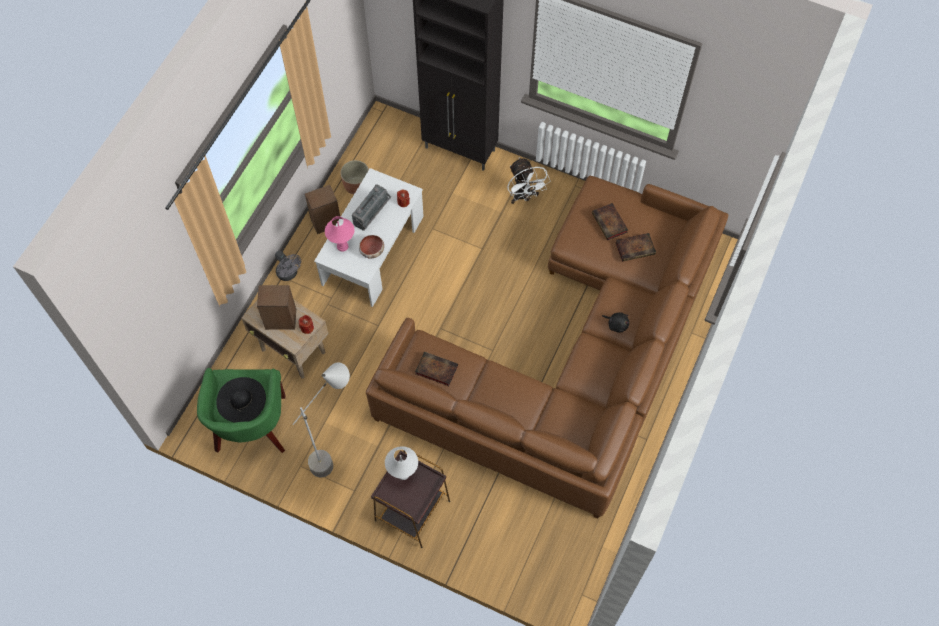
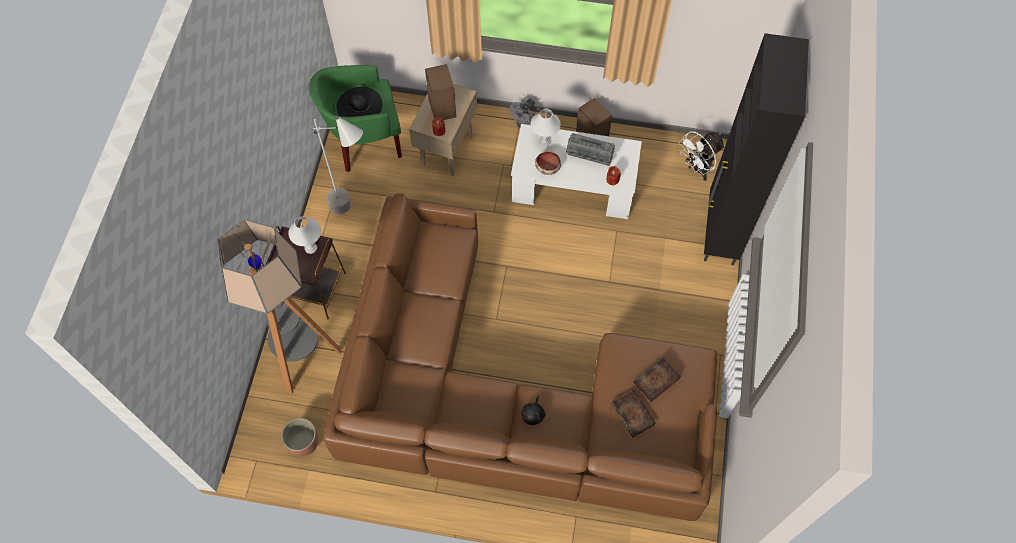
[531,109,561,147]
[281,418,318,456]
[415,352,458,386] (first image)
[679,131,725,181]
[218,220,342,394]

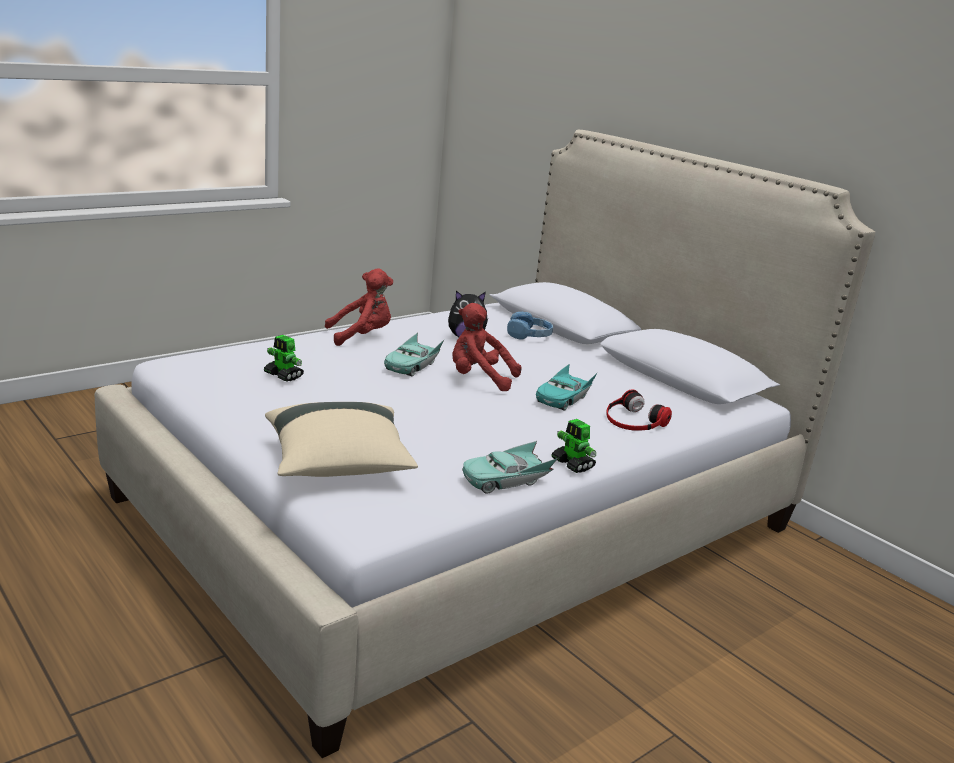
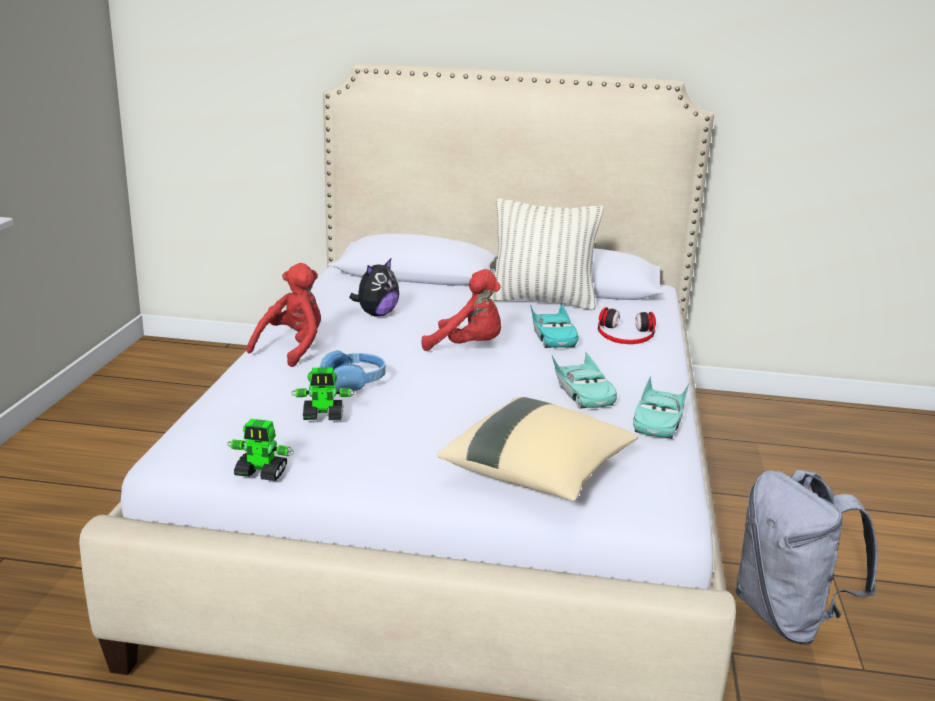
[552,352,617,409]
[422,269,501,351]
[320,350,386,391]
[227,419,294,481]
[490,198,604,310]
[736,470,878,645]

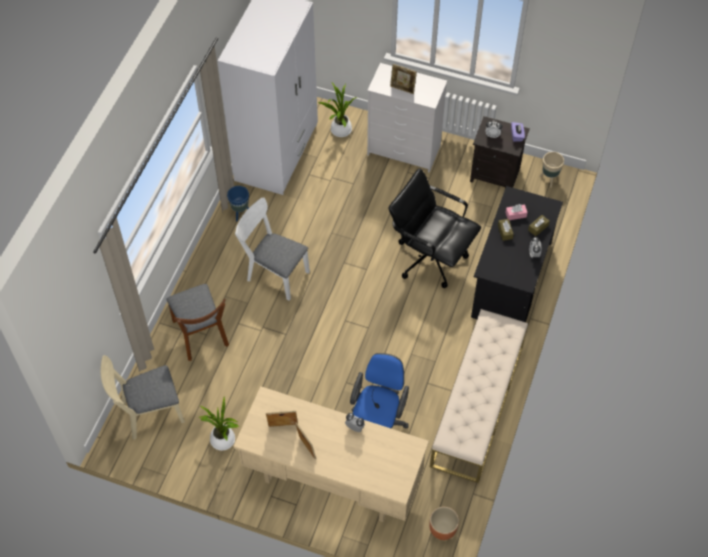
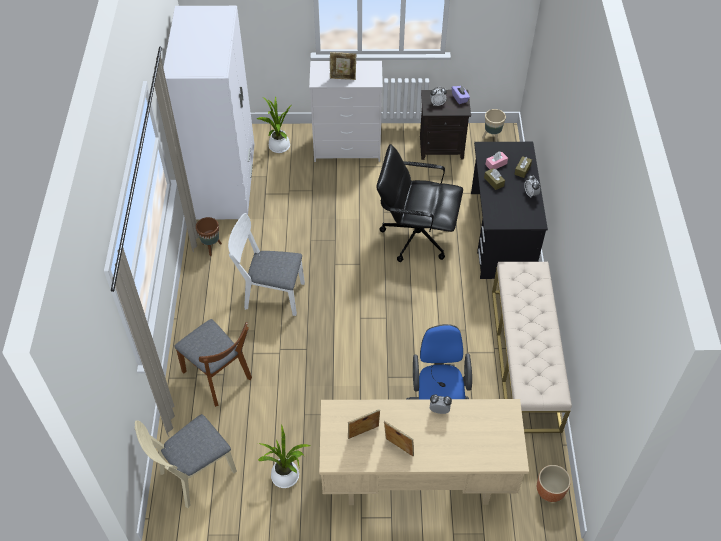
[196,217,222,256]

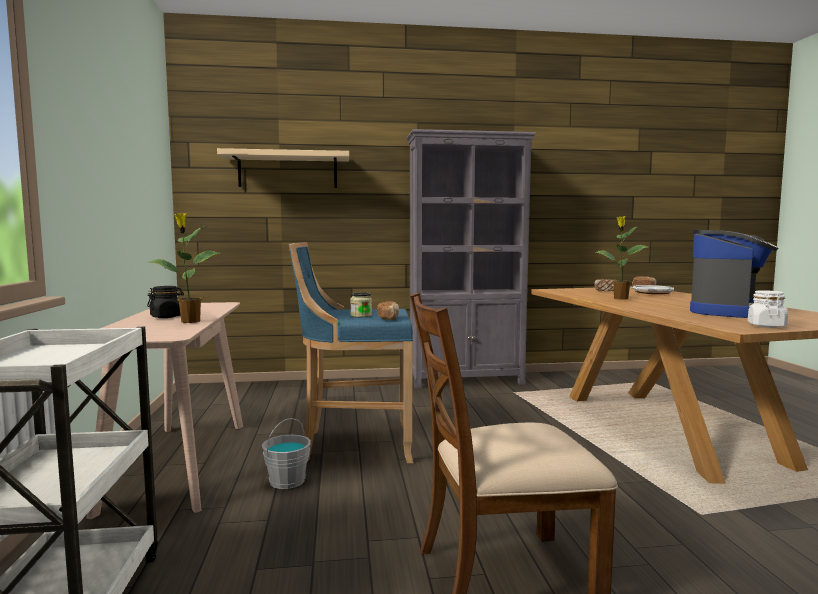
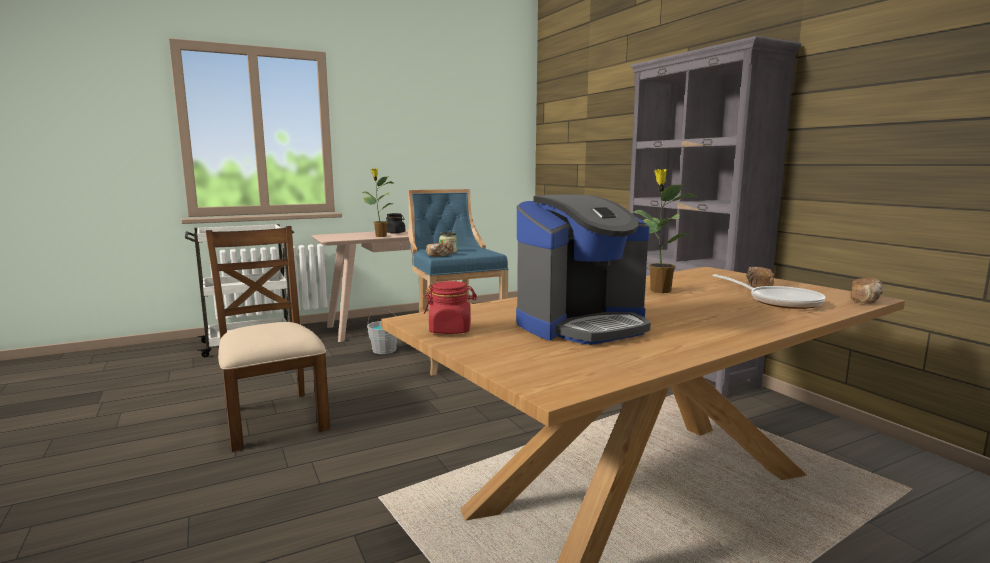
[217,148,349,188] (first image)
[516,195,651,345]
[424,281,477,334]

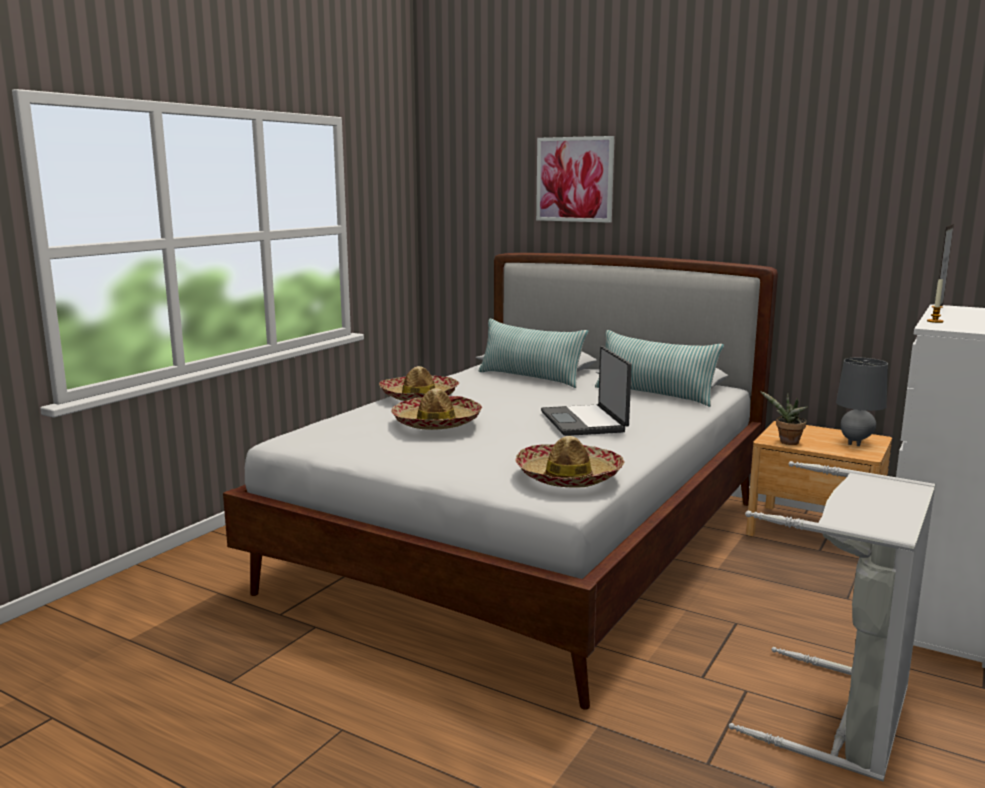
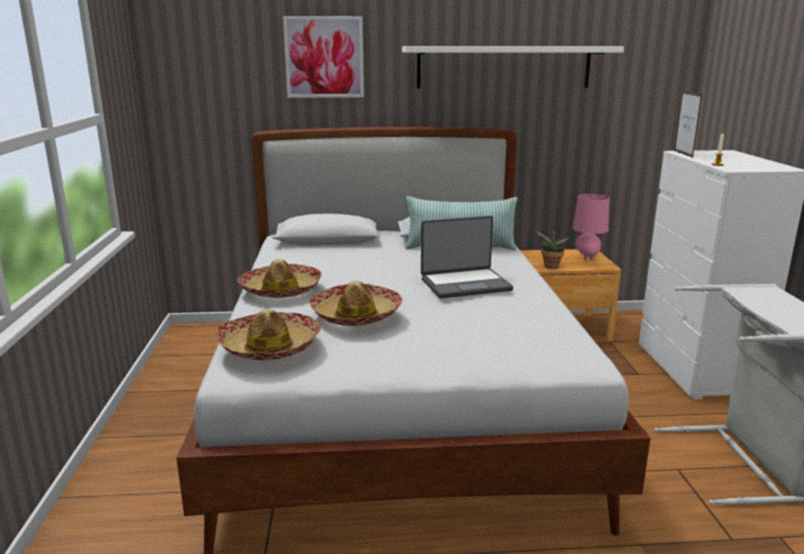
[479,319,588,388] (first image)
[216,309,321,360]
[421,216,513,298]
[573,194,610,260]
[402,46,624,88]

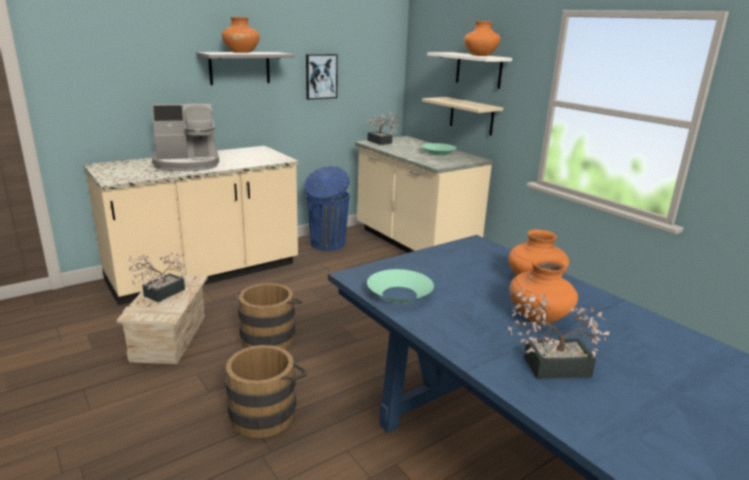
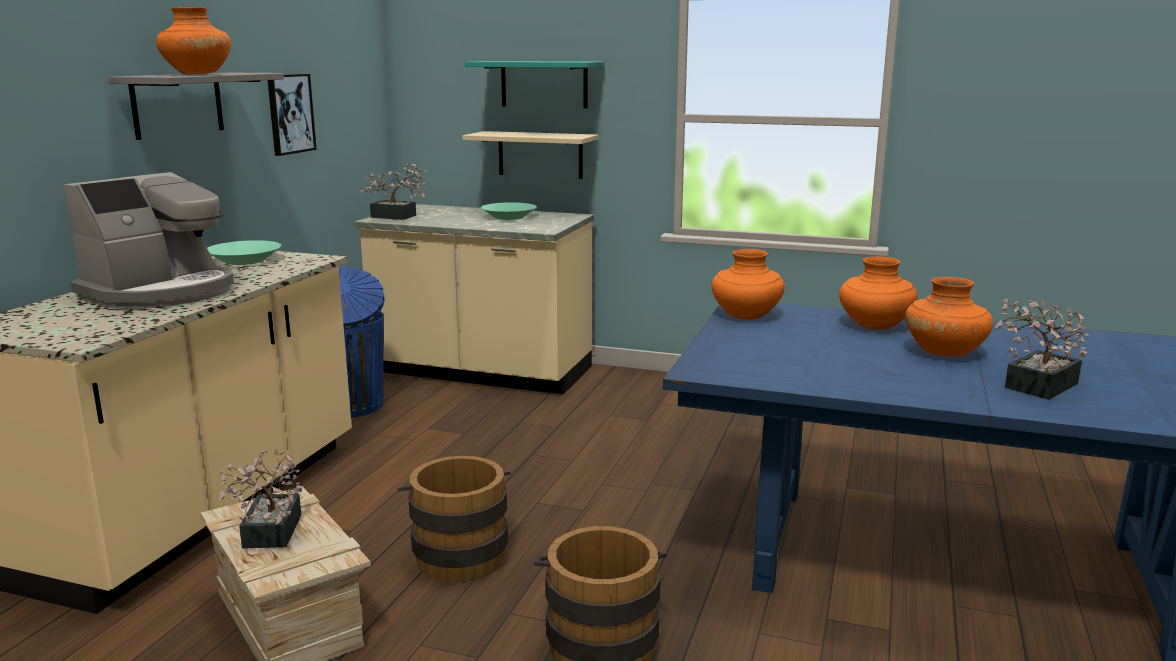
[207,240,281,265]
[464,61,604,108]
[711,249,785,320]

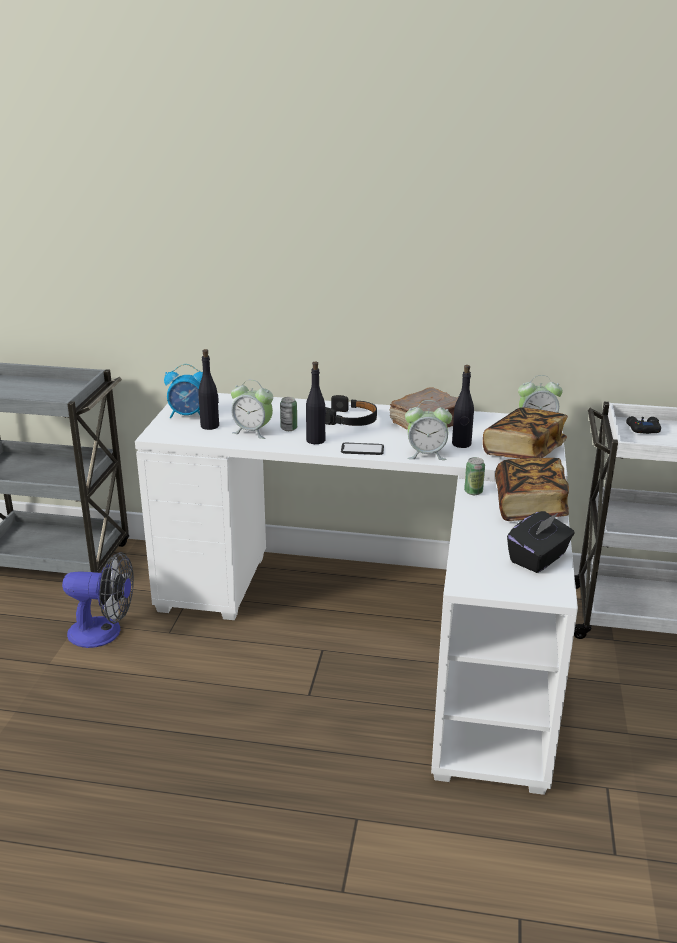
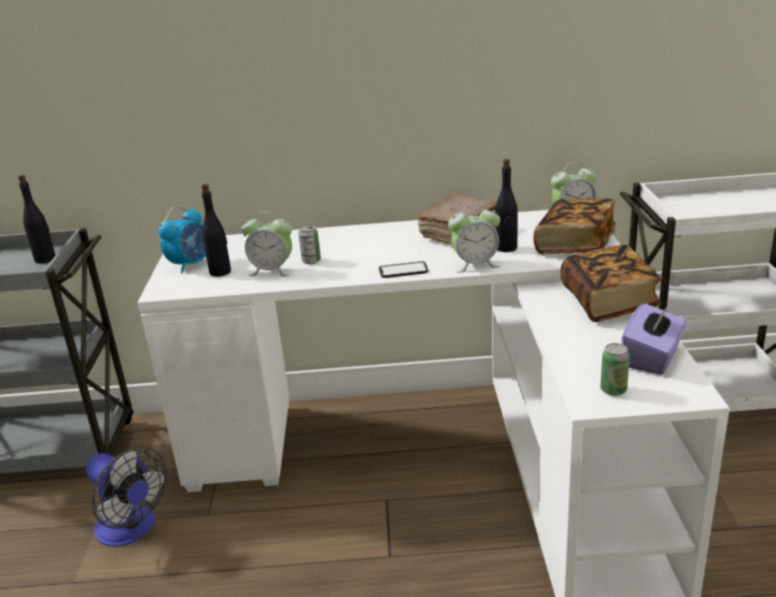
[86,447,167,547]
[158,207,207,274]
[18,175,56,264]
[325,395,377,426] (first image)
[600,343,630,396]
[622,302,687,375]
[626,416,661,434] (first image)

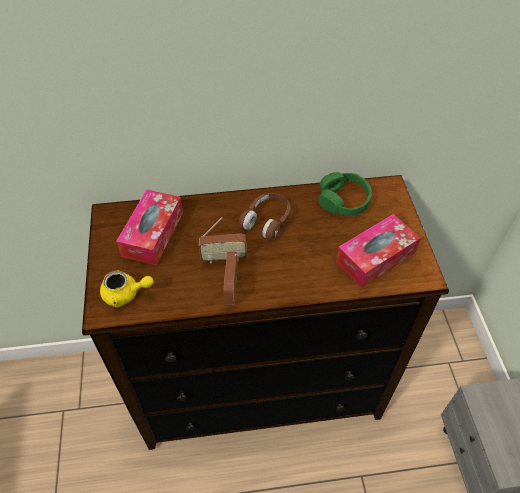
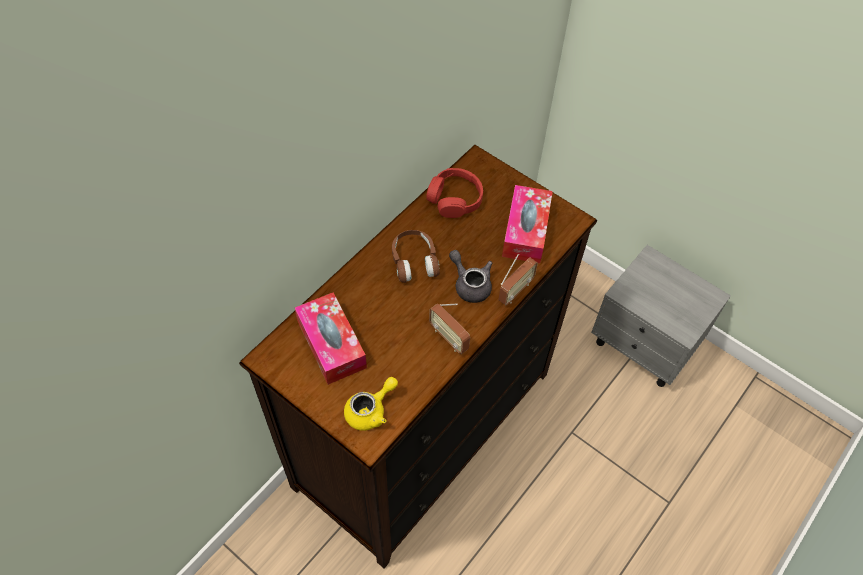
[498,254,538,305]
[426,168,483,218]
[449,250,492,303]

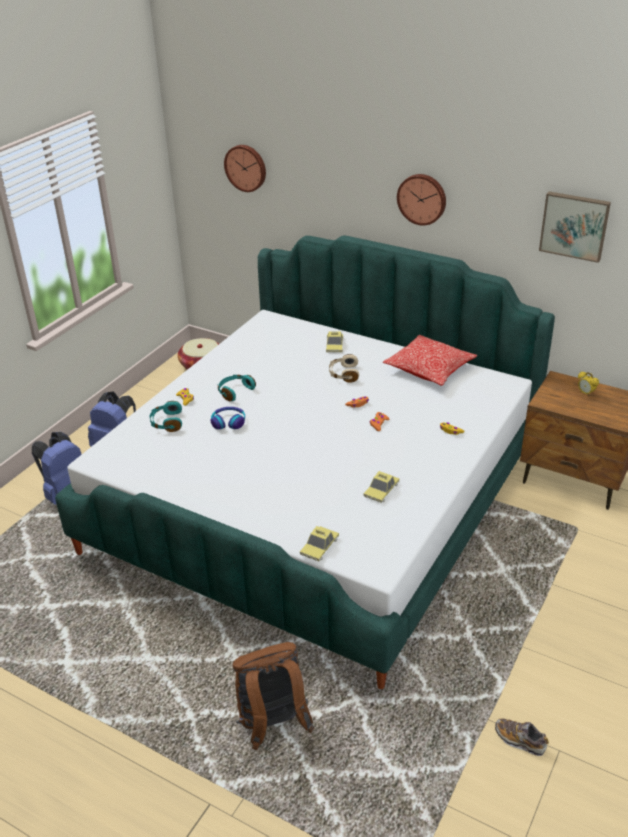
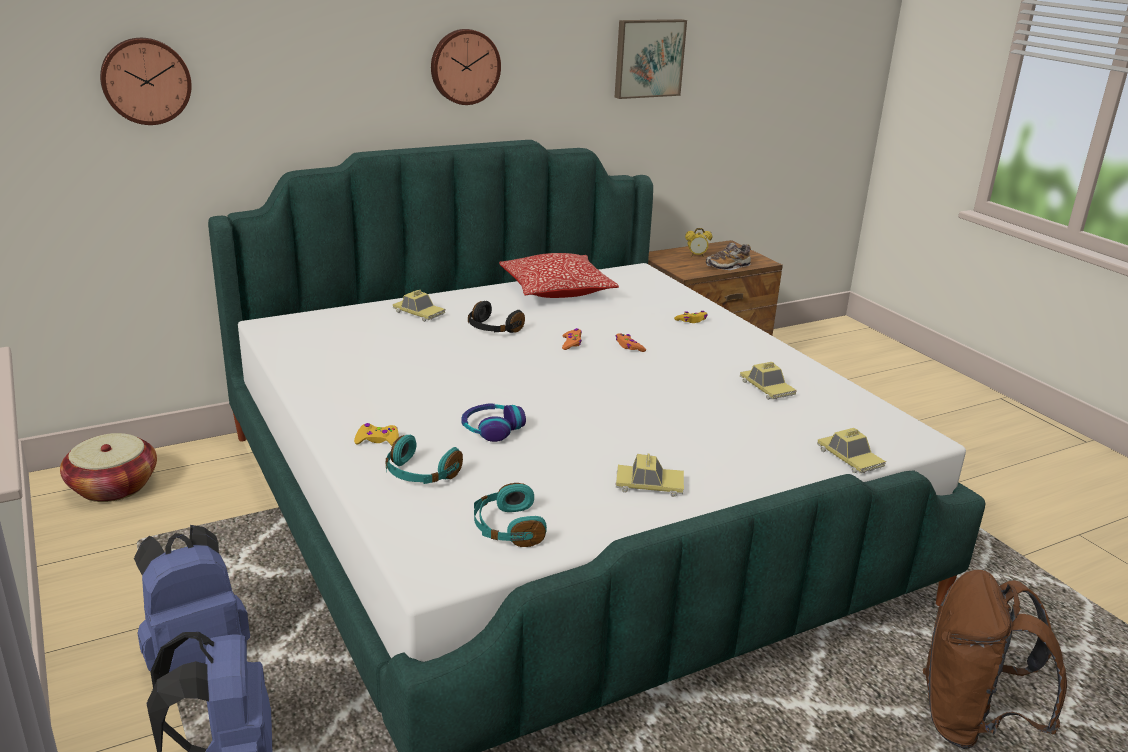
[474,483,547,547]
[468,301,525,333]
[706,243,751,270]
[616,454,684,497]

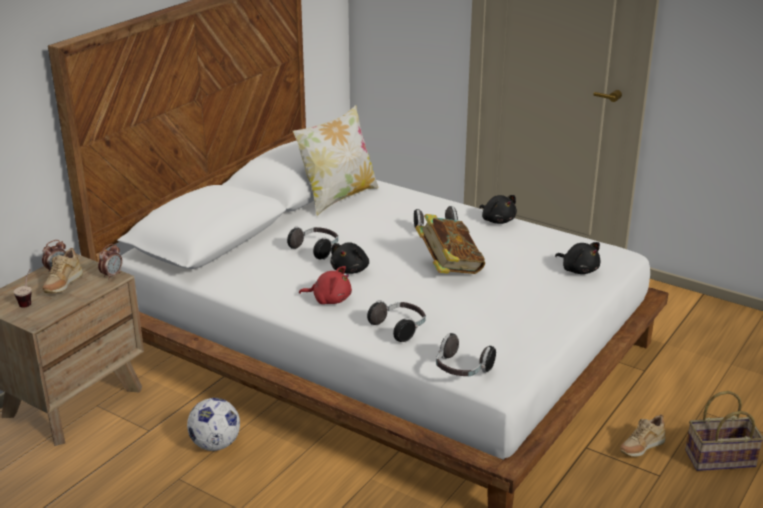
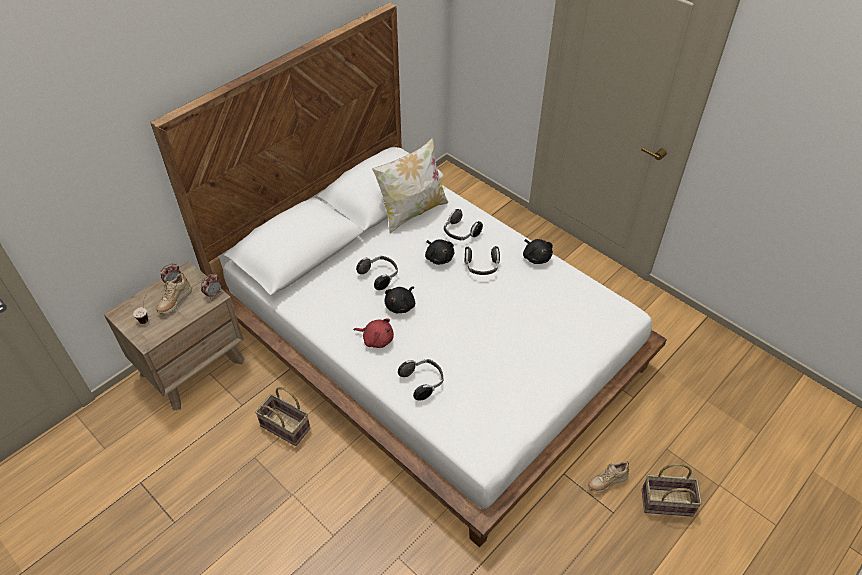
[255,387,310,446]
[415,214,485,274] (first image)
[444,209,483,240]
[425,239,454,265]

